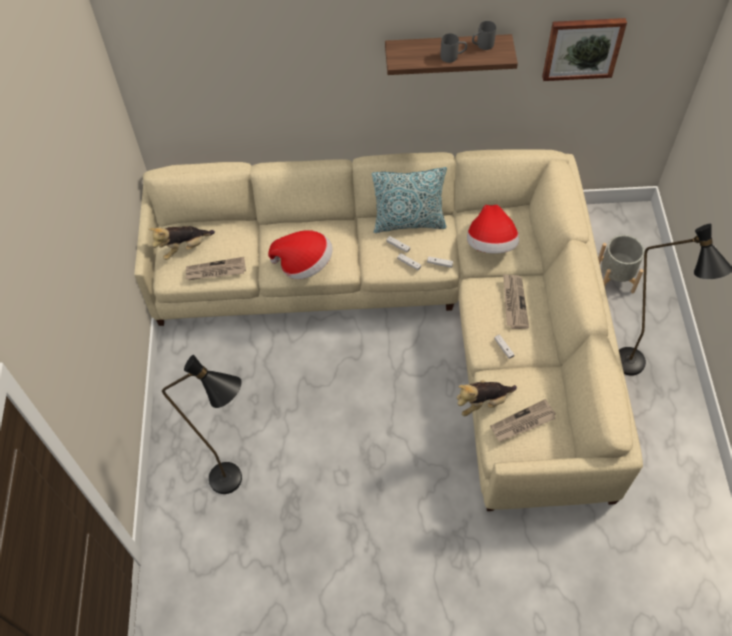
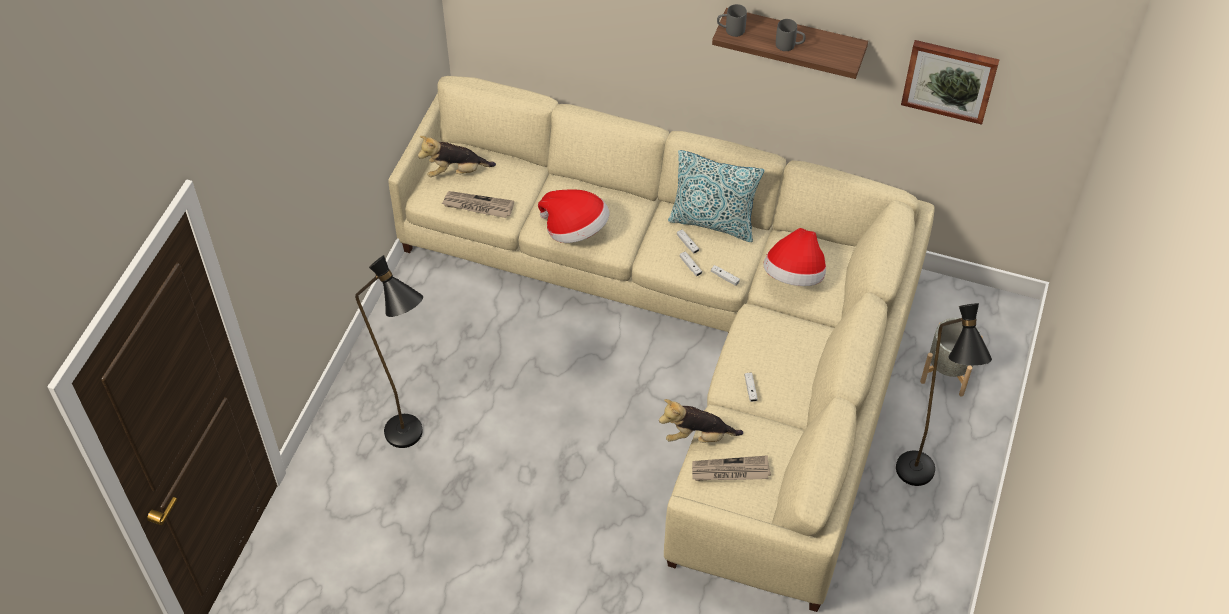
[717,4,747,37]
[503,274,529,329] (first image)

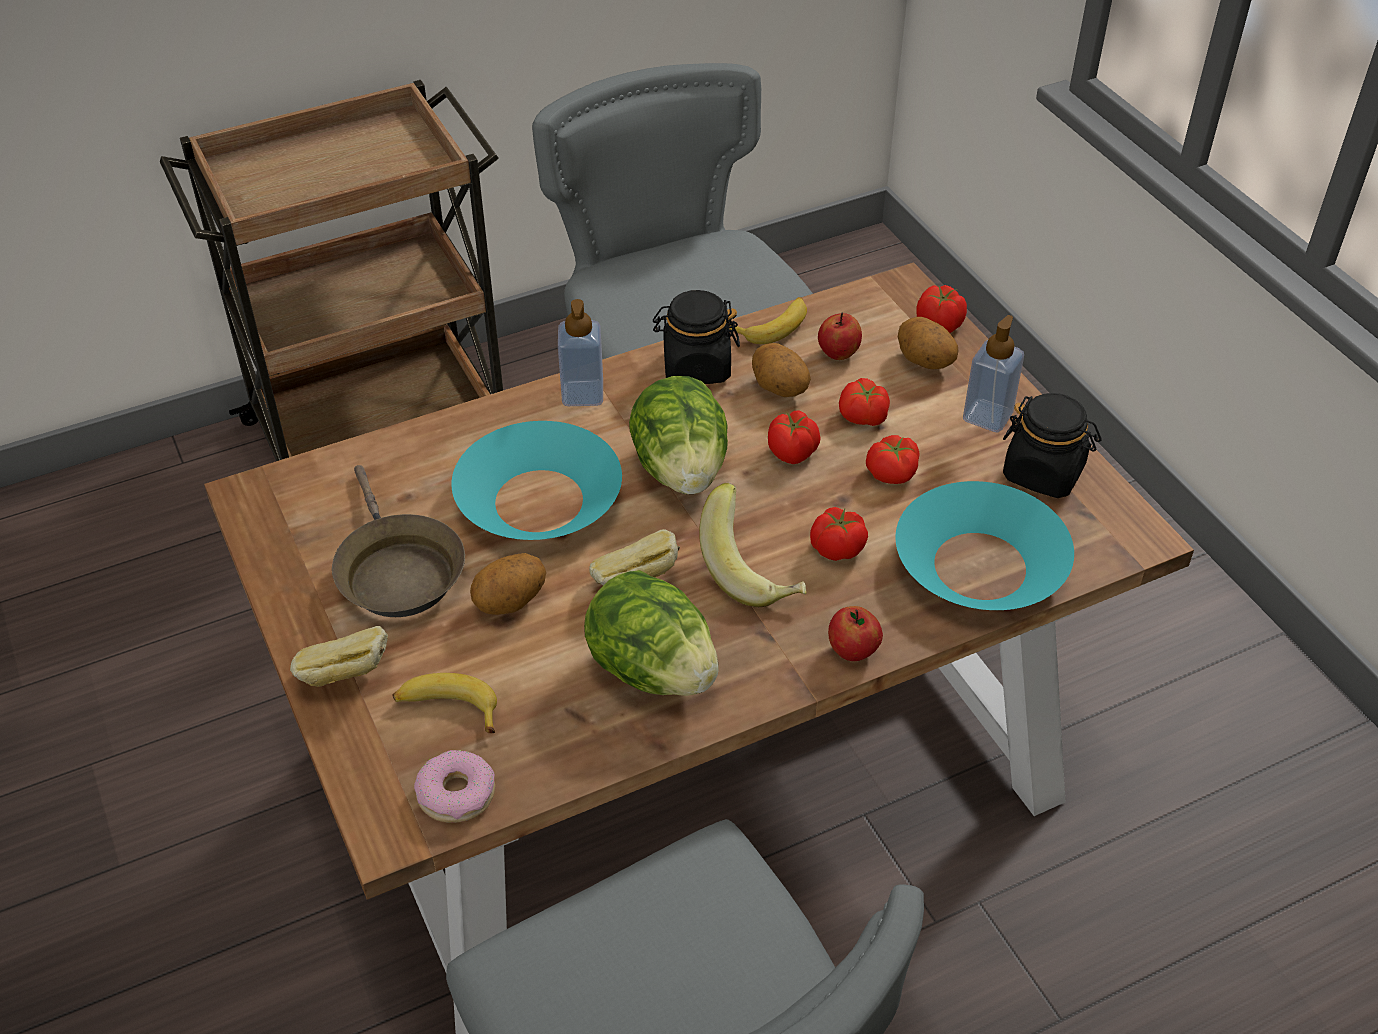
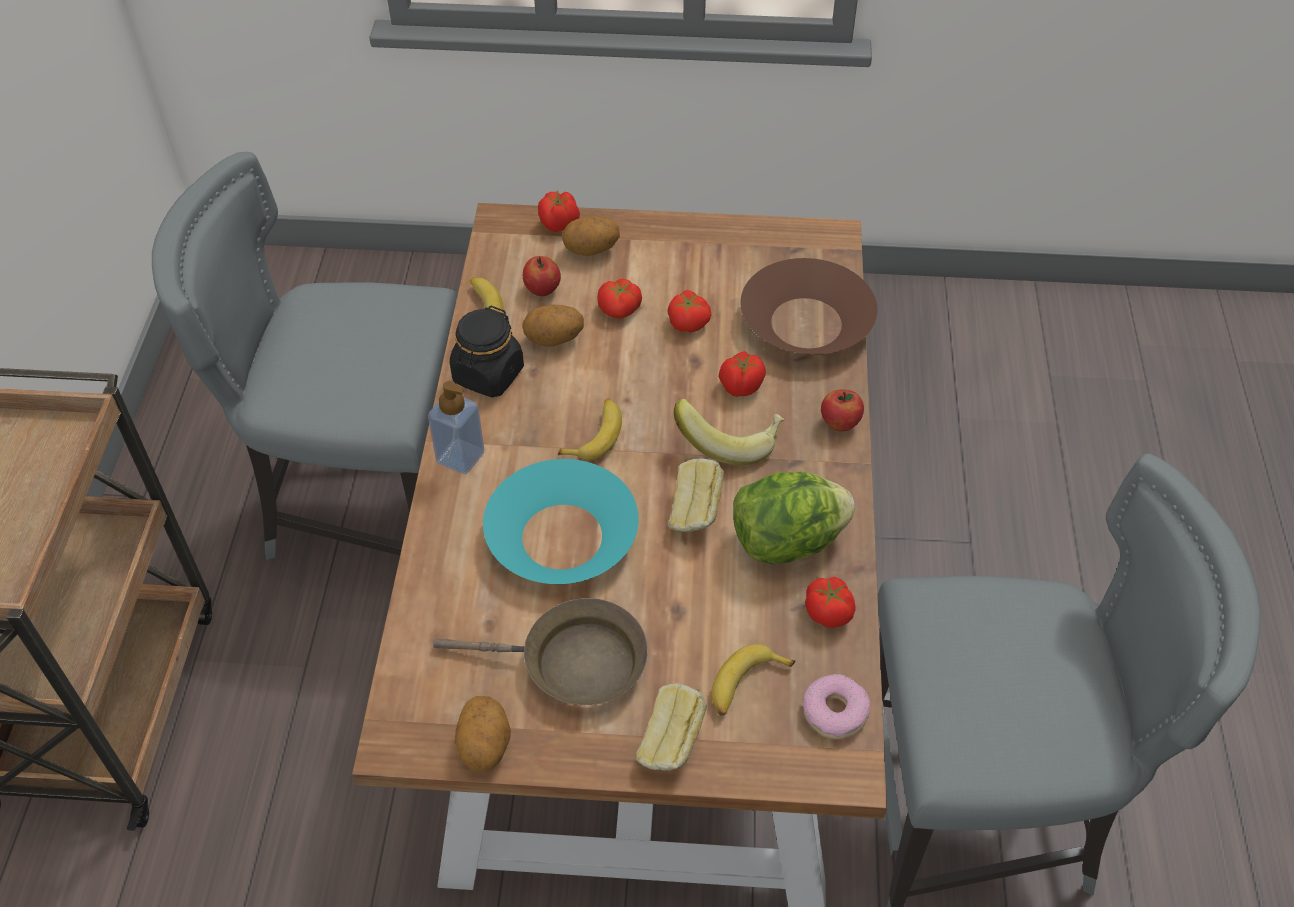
[455,696,511,771]
[558,398,622,461]
[805,577,855,628]
[740,258,877,355]
[963,315,1024,432] (first image)
[1003,393,1101,498] (first image)

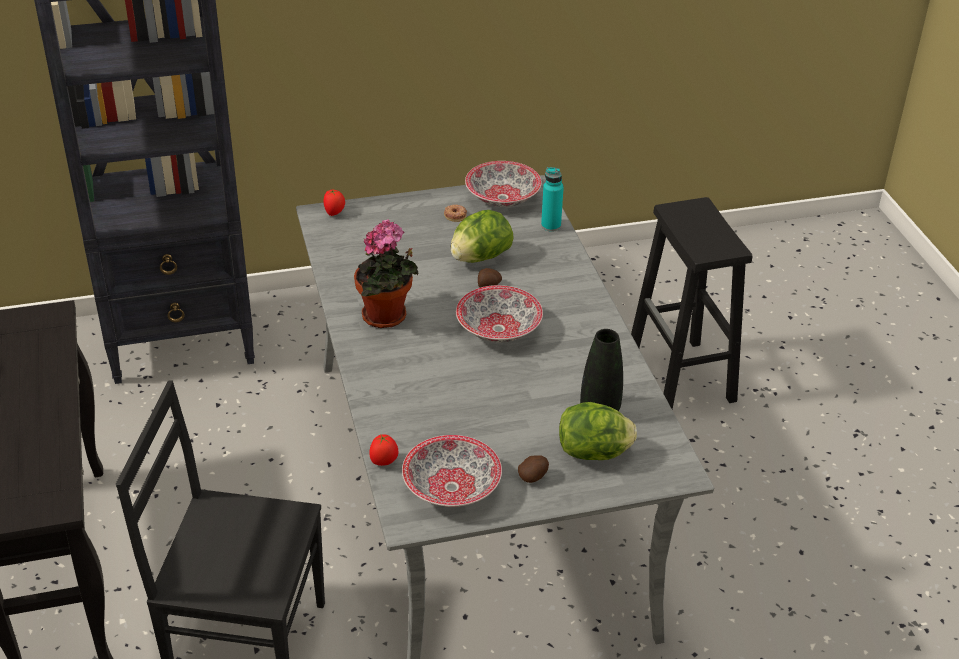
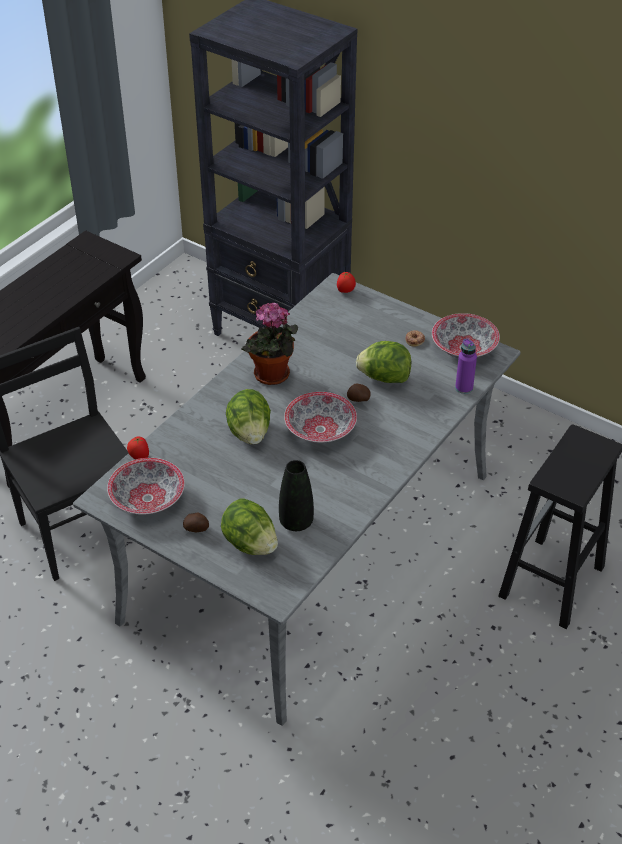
[455,338,477,394]
[226,389,271,444]

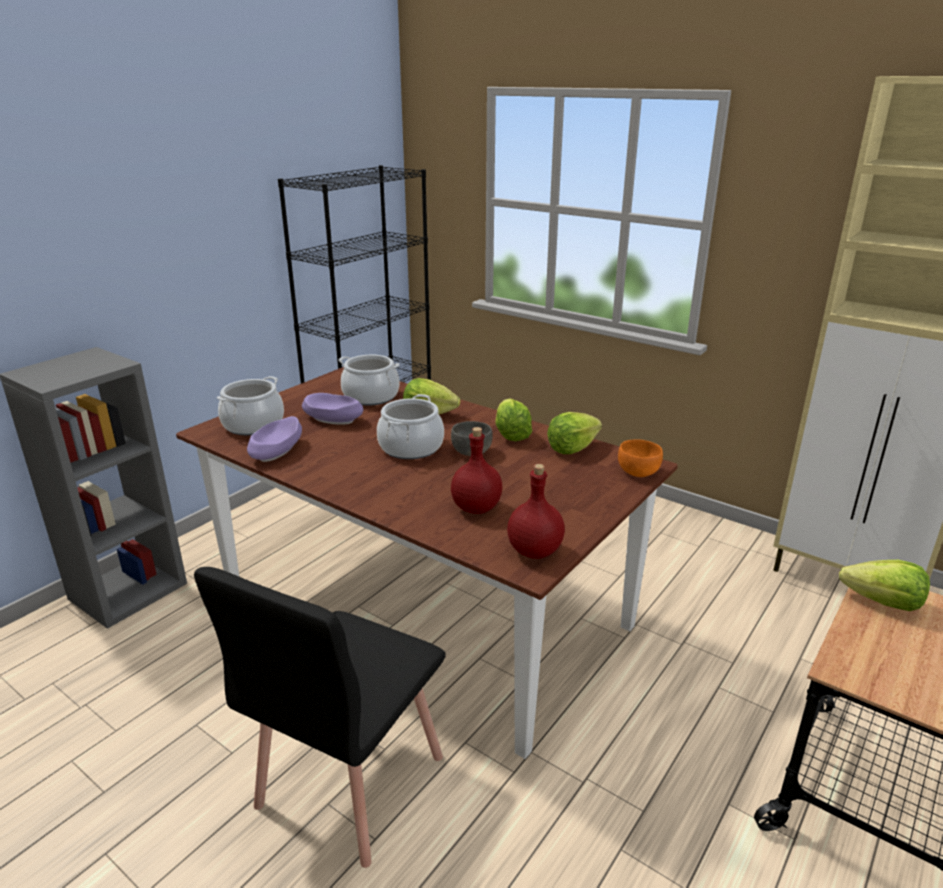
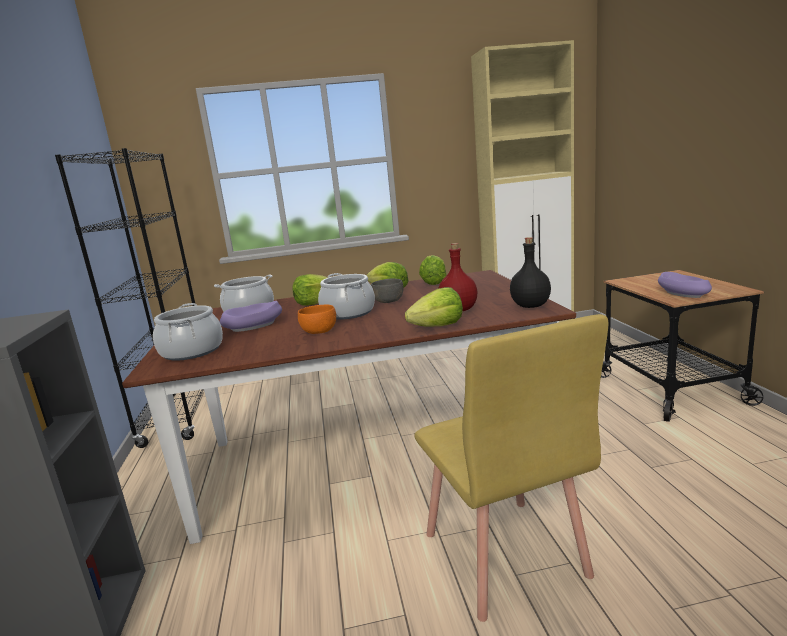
[414,314,608,622]
[658,272,712,298]
[510,237,551,308]
[298,304,336,334]
[405,287,463,327]

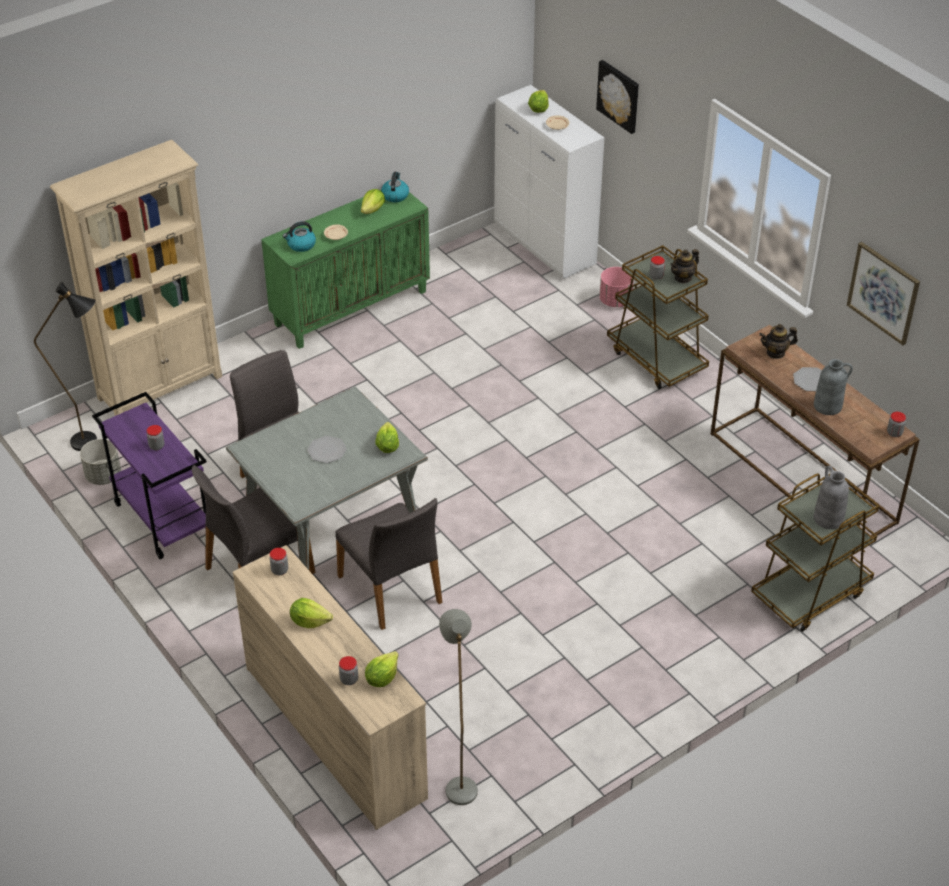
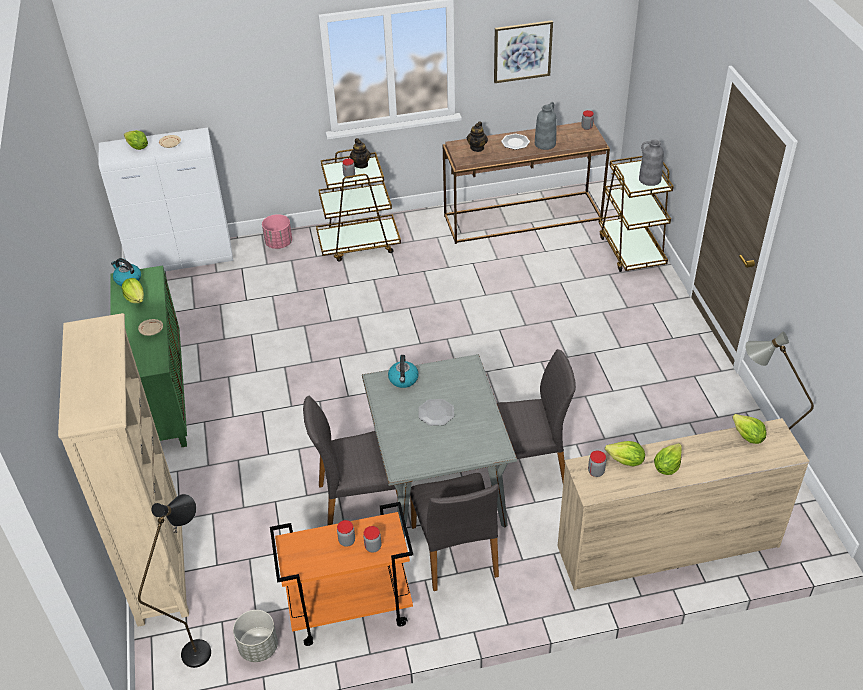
[270,502,413,646]
[388,355,419,388]
[363,526,382,553]
[605,441,645,466]
[596,60,639,134] (first image)

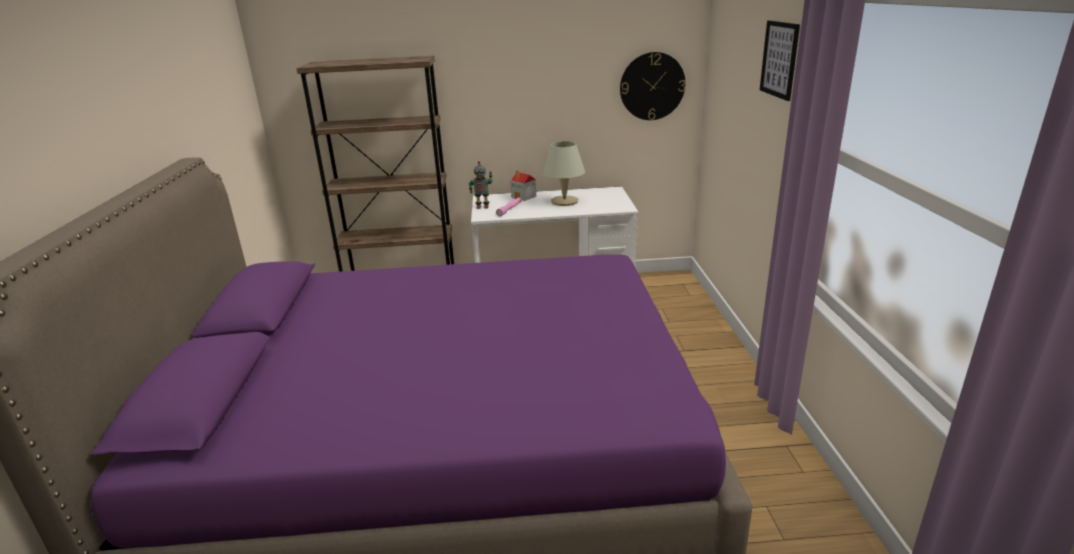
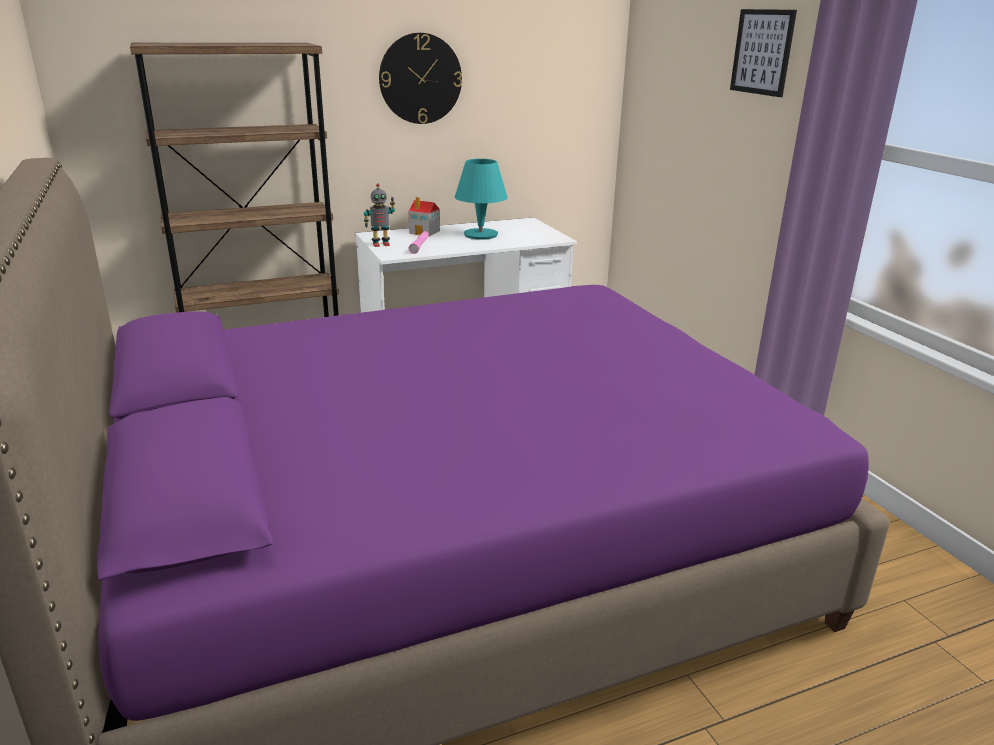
[455,159,508,240]
[379,33,462,124]

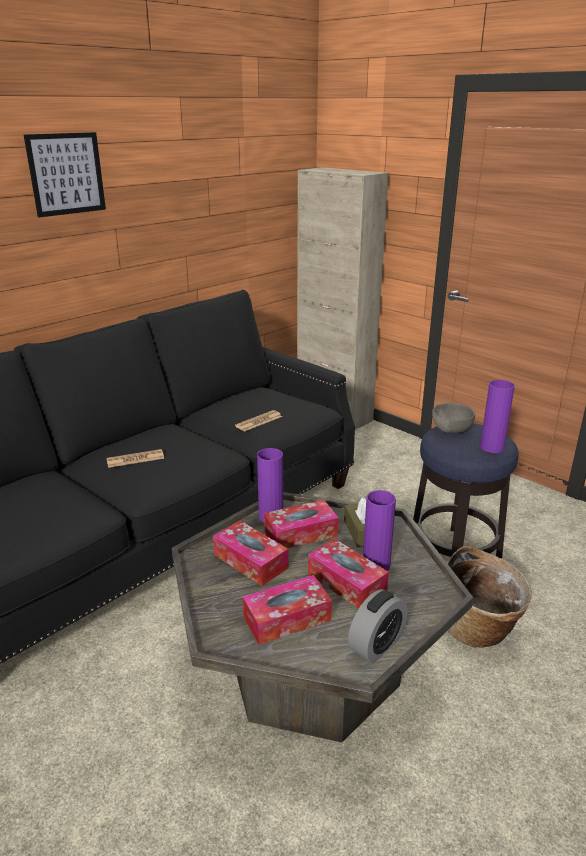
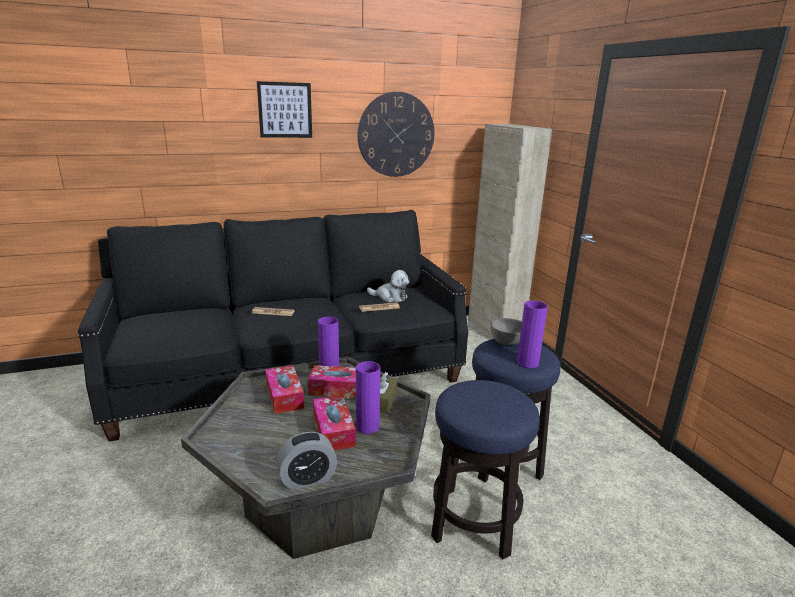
[243,575,332,645] (first image)
[431,380,540,560]
[358,92,435,177]
[367,270,410,302]

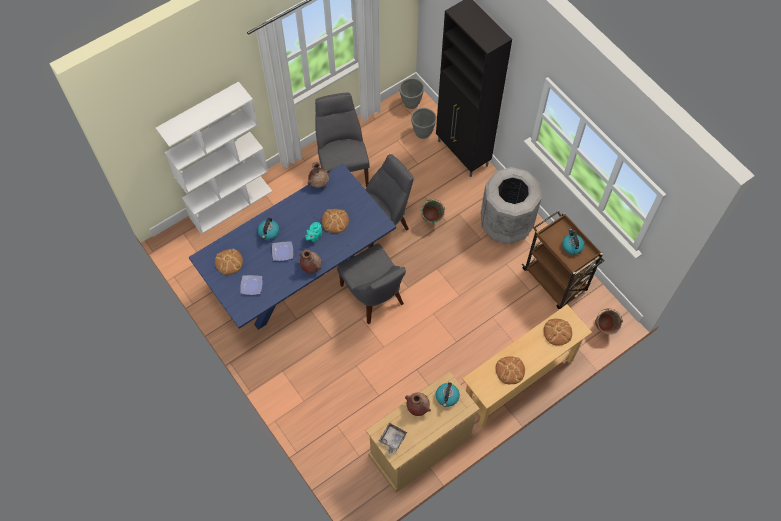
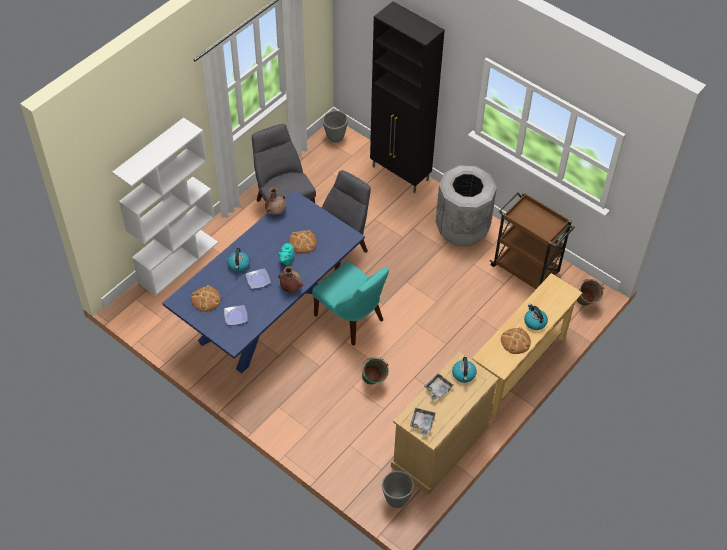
[312,261,389,346]
[424,373,453,402]
[382,471,414,508]
[362,357,389,385]
[544,319,572,346] (first image)
[524,304,548,330]

